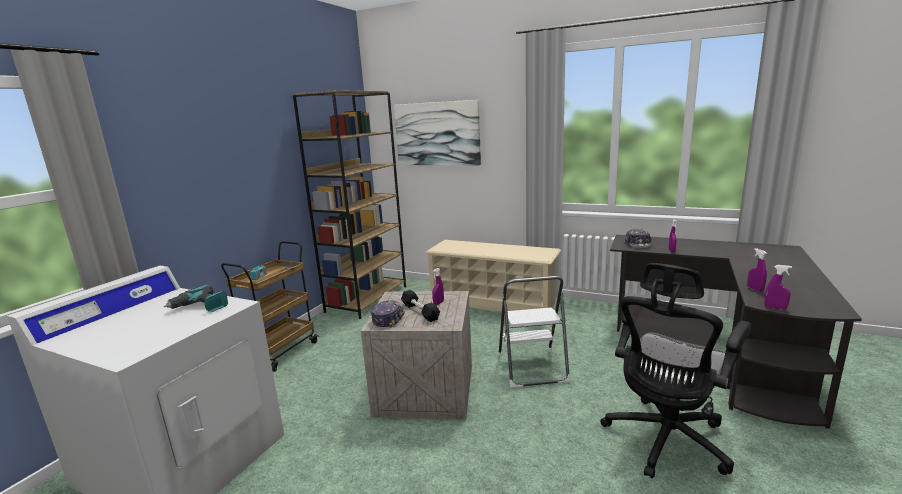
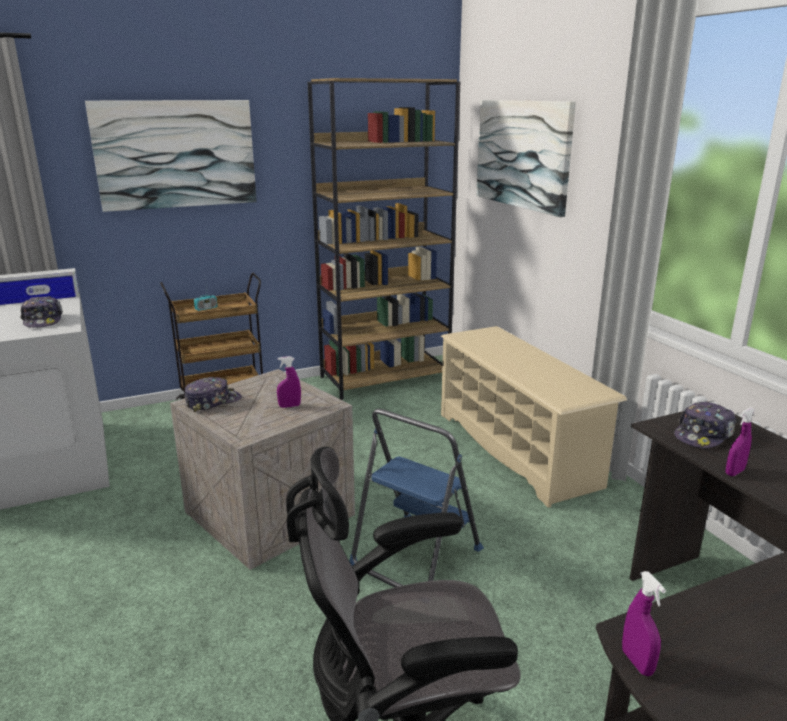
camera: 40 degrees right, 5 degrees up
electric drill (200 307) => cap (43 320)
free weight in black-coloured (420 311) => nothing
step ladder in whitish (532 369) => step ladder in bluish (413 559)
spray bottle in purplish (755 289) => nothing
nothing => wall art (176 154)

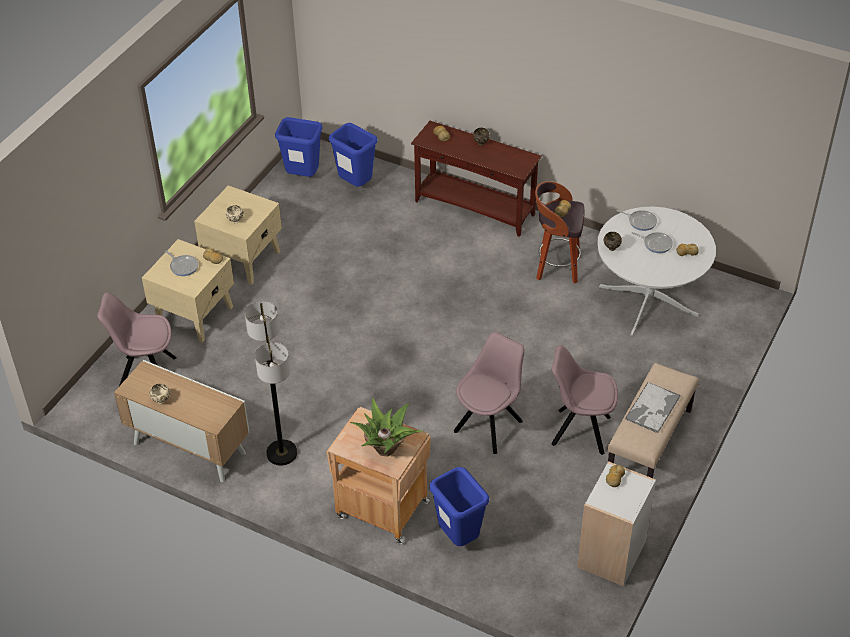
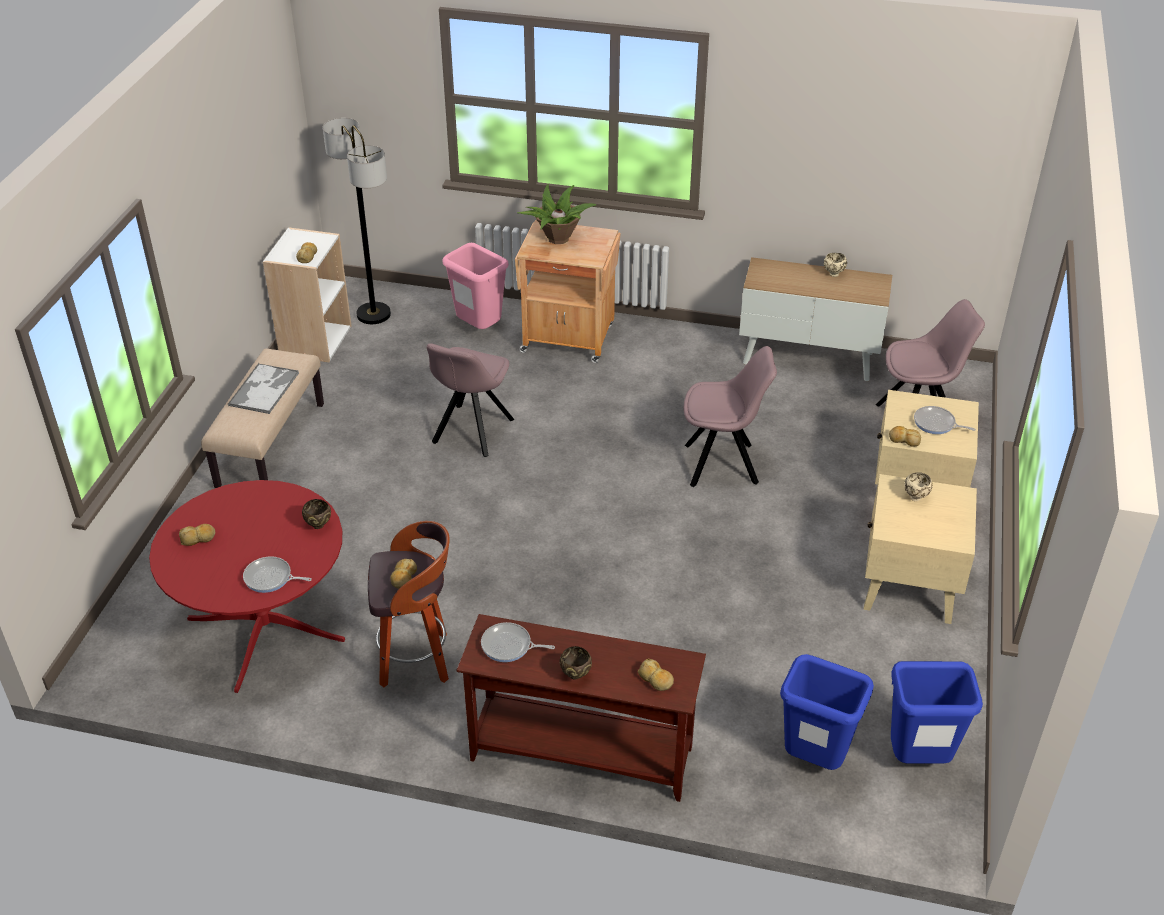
camera: 165 degrees right, 5 degrees down
floor lamp (281 453) => floor lamp (373 314), moved
waste bin in bluish (459 538) => waste bin in pink (479 329)
plain chair in pink (580 431) => plain chair in pink (722 465), moved
kitchen table in whitish (648 301) => kitchen table in reddish (265 629)
skillet (656 244) => skillet (509 646), moved

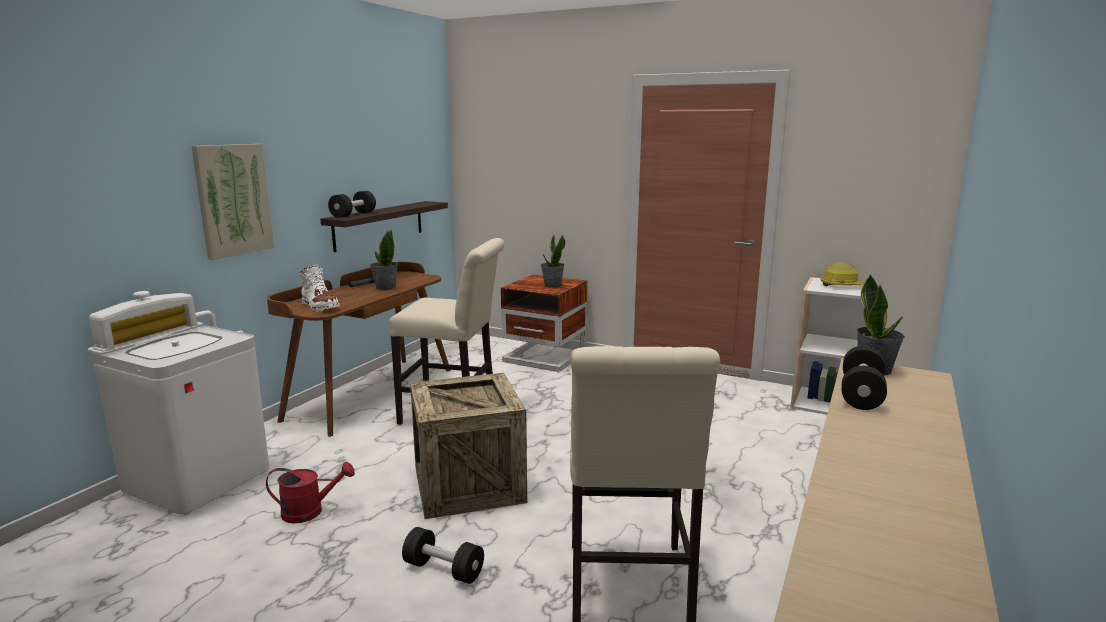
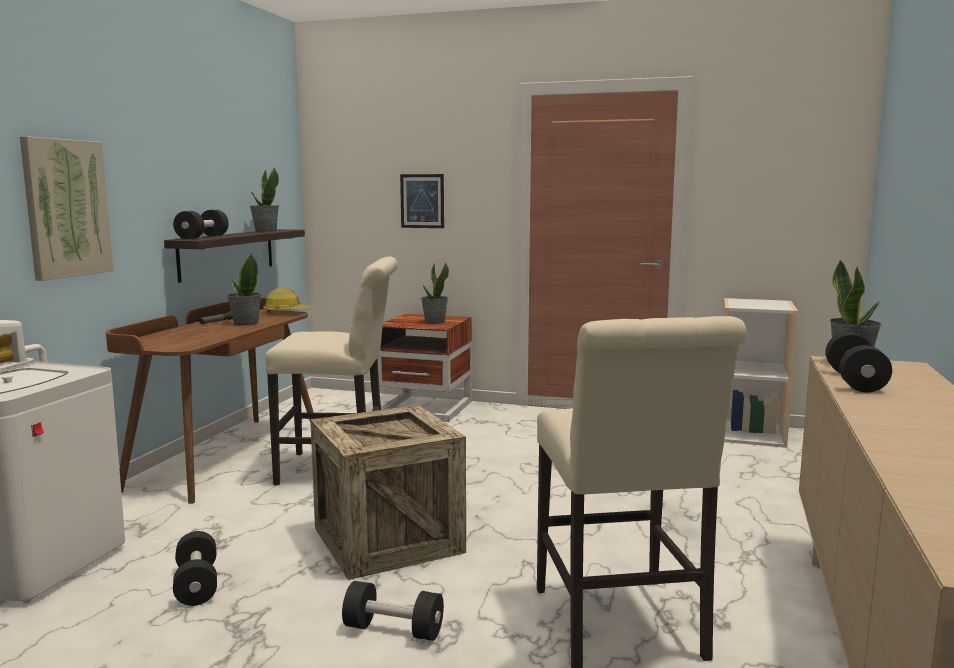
camera: 10 degrees left, 5 degrees down
sprinkling can in reddish (310 511) => free weight in black-coloured (197 585)
high-top boot in whitish (319 306) => nothing
work helmet (842 286) => work helmet (286 312), moved
nothing => houseplant (265 231)
nothing => wall art (422 201)

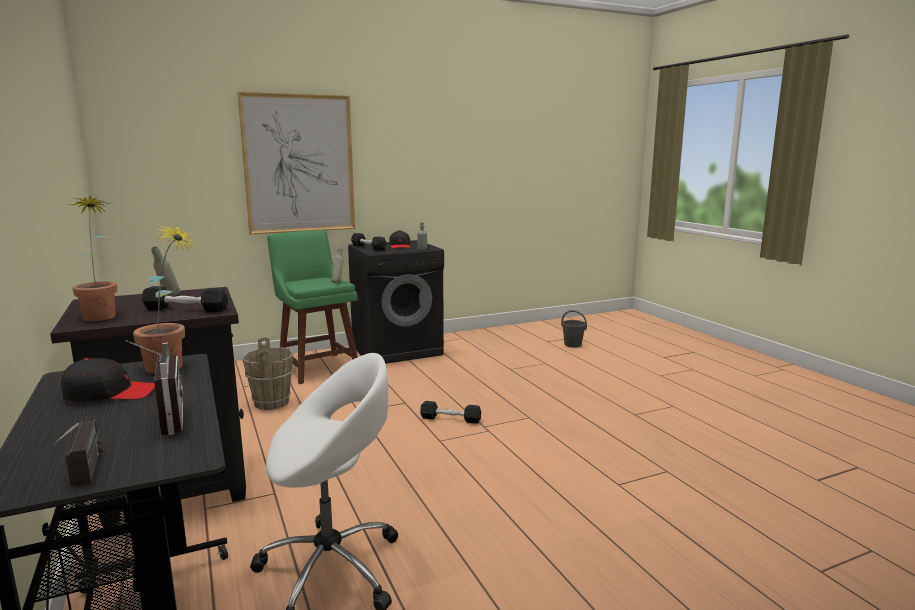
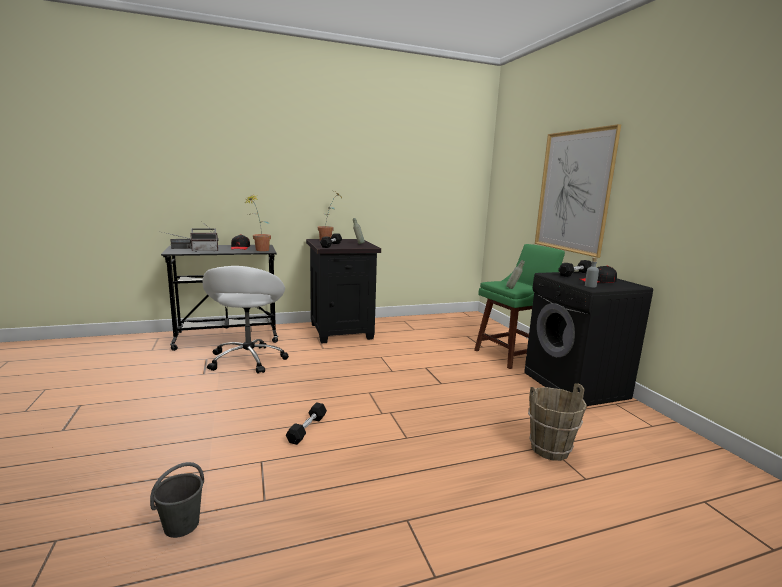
camera: 95 degrees right, 0 degrees up
bucket in brown-coloured (272 403) => bucket in brown-coloured (550 450), moved
free weight in black-coloured (450 419) => free weight in black-coloured (307 429), moved
bucket in gray (572 344) => bucket in gray (182 524), moved

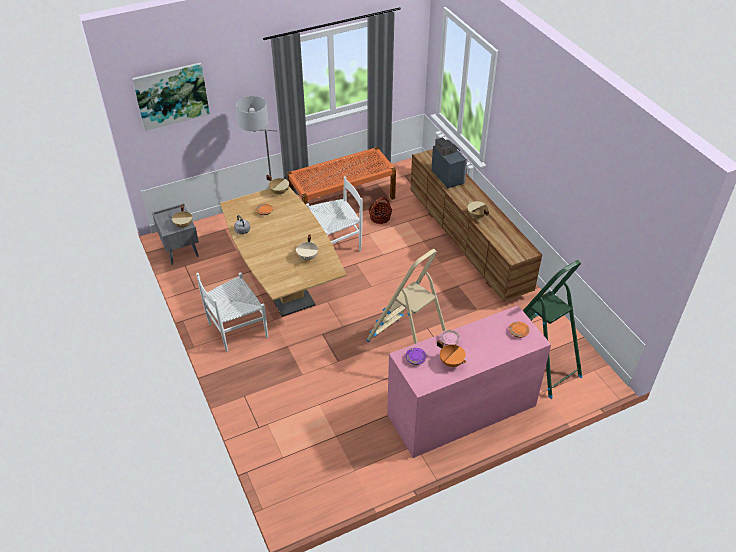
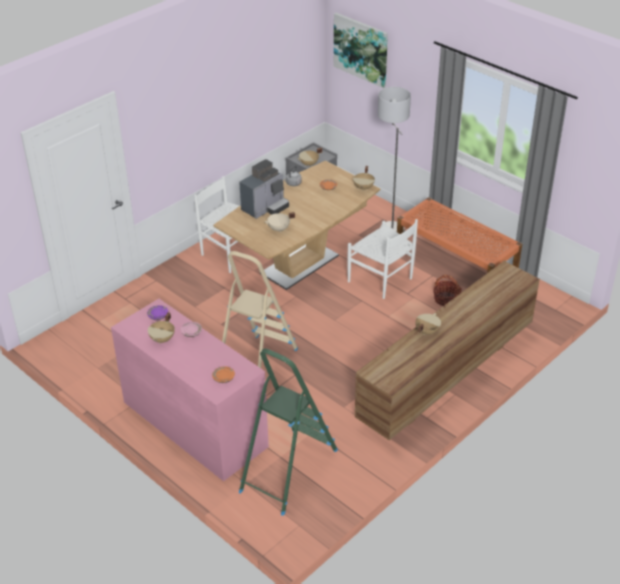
camera: 70 degrees right, 5 degrees down
coffee machine (449 176) => coffee machine (265 208), moved
stockpot in orange (451 362) => stockpot in sand-coloured (163 339)

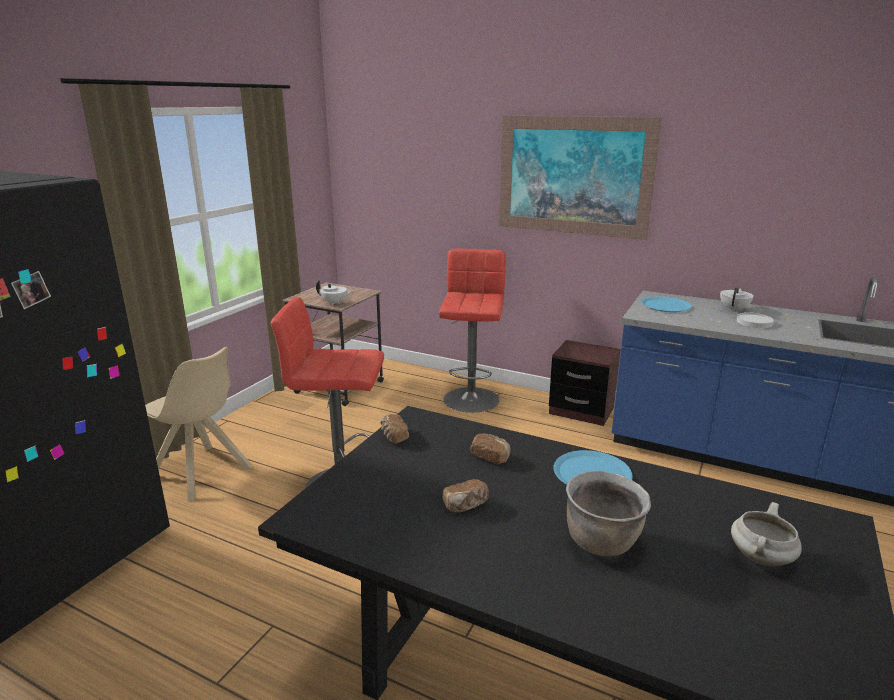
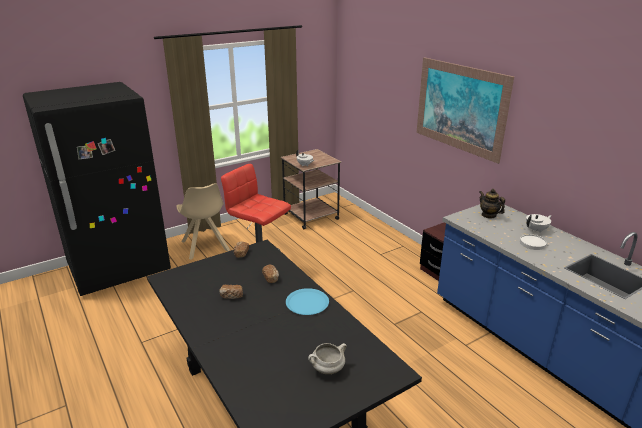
camera: 30 degrees right, 5 degrees up
sitting stool in reddish (472 399) => nothing
stockpot in brown-coloured (602 542) => nothing
dinner plate in bluish (665 305) => tea pot (489 215)

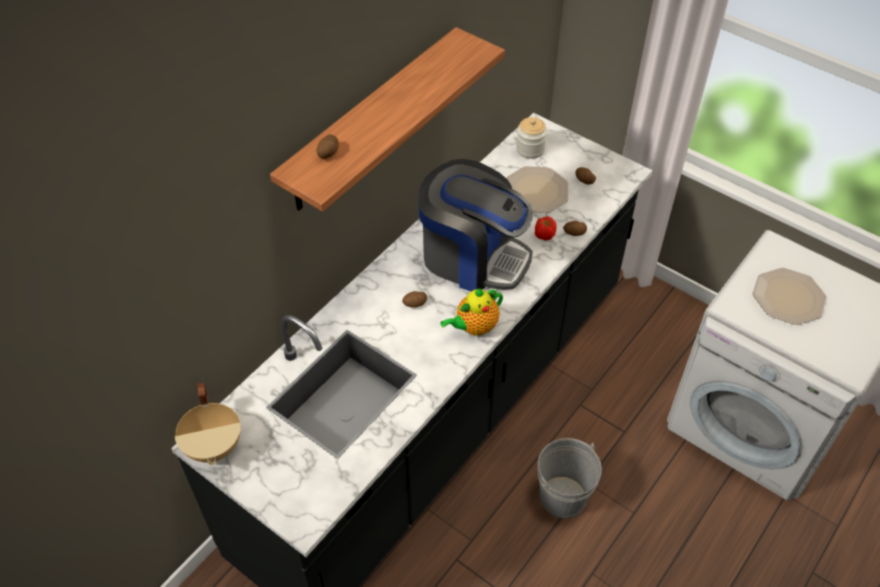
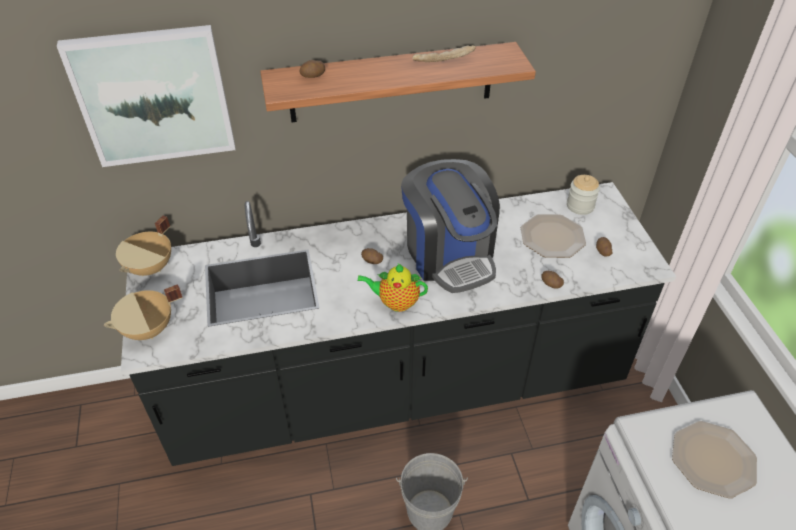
camera: 40 degrees right, 5 degrees down
tomato (544 235) => nothing
nothing => wall art (153 96)
nothing => stockpot in sand-coloured (149 330)
nothing => bakery bread (443 59)

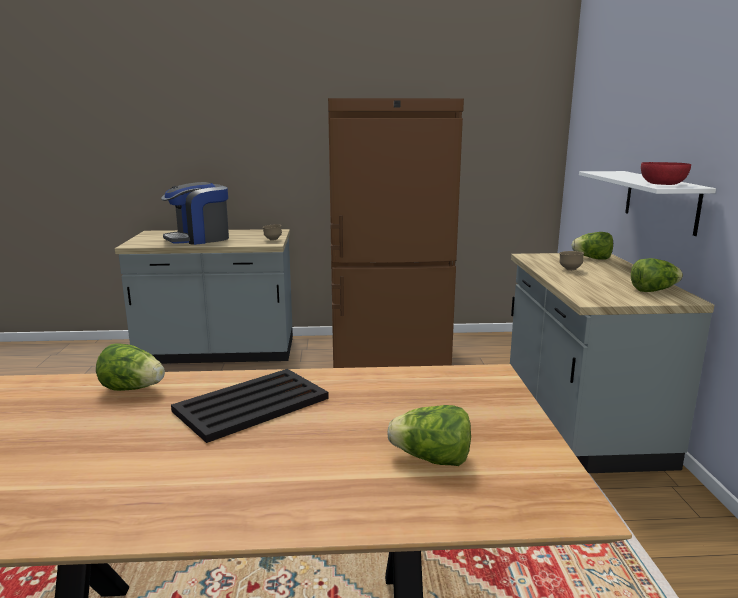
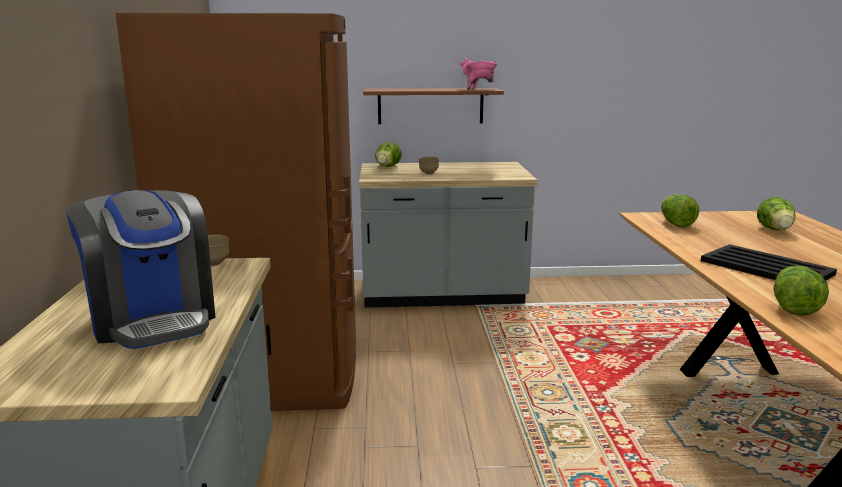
camera: 90 degrees left, 0 degrees up
wall shelf in whitish (661 201) => wall shelf in brown-coloured (430 106)
lettuce (653 290) => lettuce (675 224), moved
bowl in reddish (662 184) => stockpot in pink (478 89)

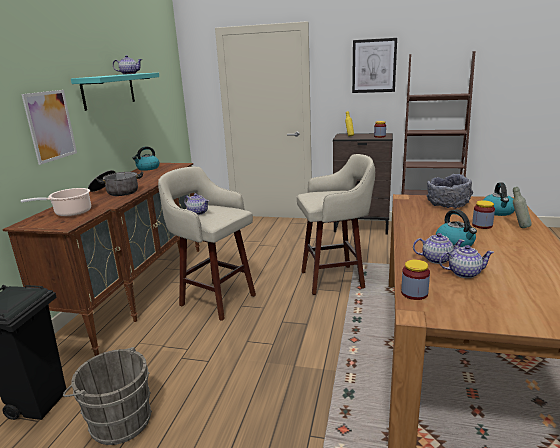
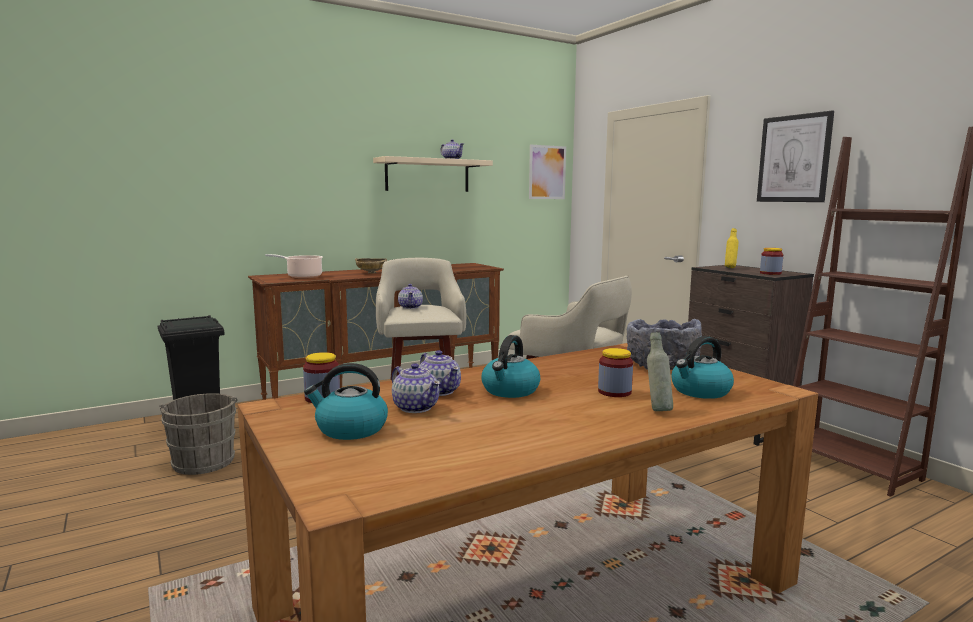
camera: 45 degrees right, 10 degrees down
wall art (50 126) => wall art (547 172), moved
wall shelf in blue-green (108 90) => wall shelf in sand-coloured (427 175)
stockpot (116 192) => bowl in sand-coloured (371 273)
tea kettle (147 168) => tea kettle (350 429), moved

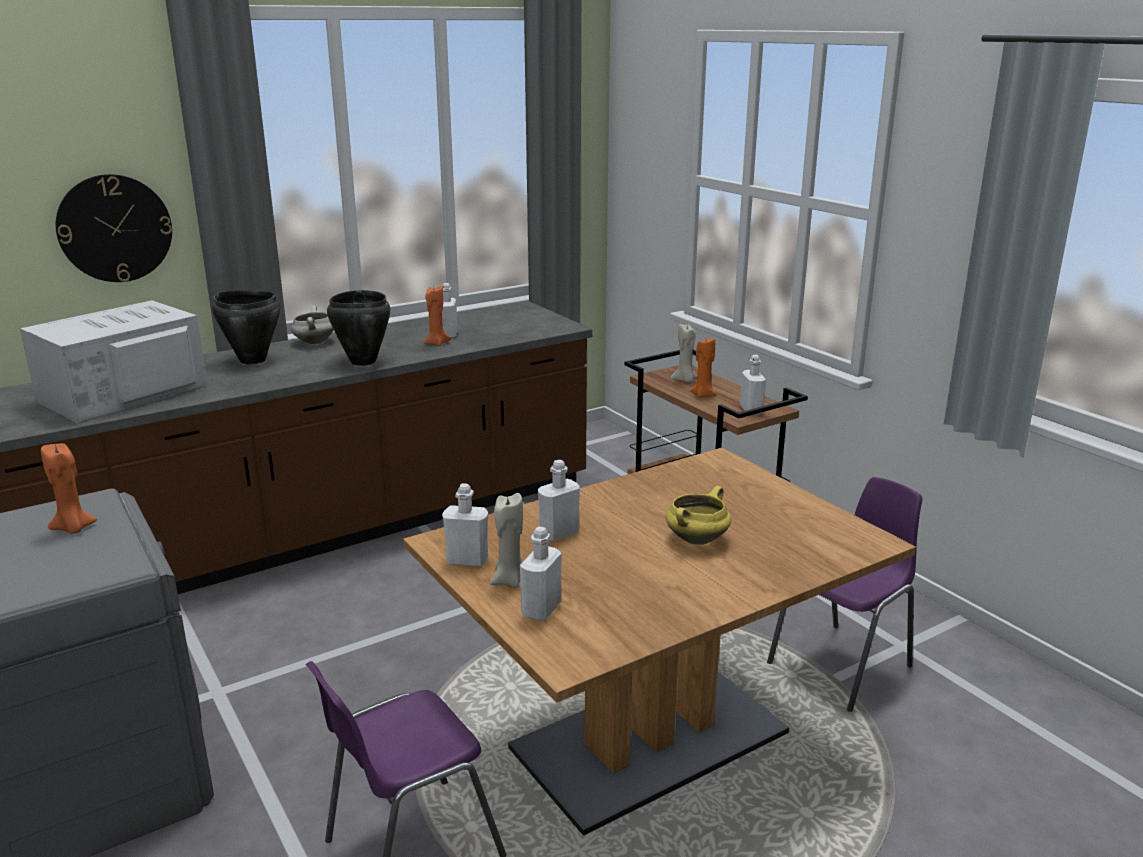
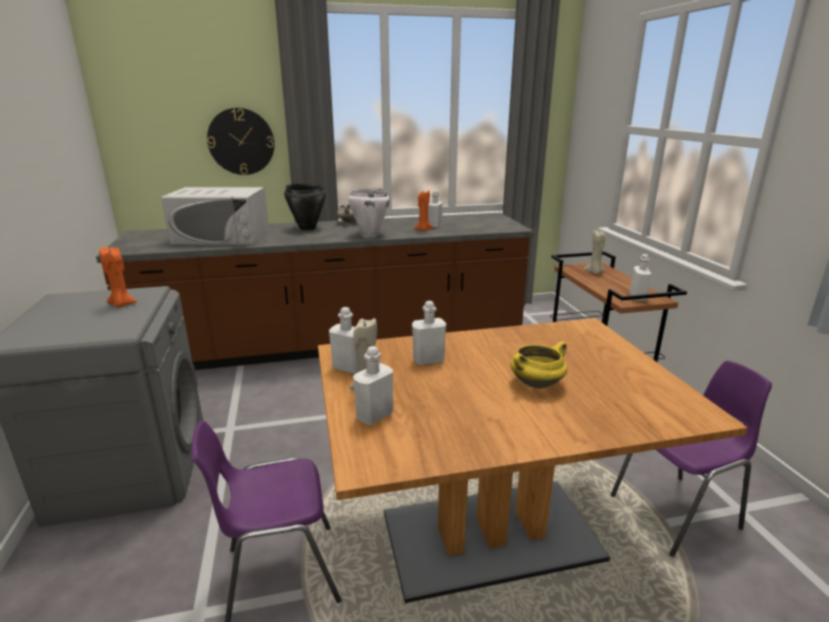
camera: 20 degrees right, 0 degrees up
kitchen microwave in whitish (123 394) => kitchen microwave in whitish (222 237), 150 degrees counterclockwise
stockpot in black-coloured (362 362) => stockpot in whitish (369 235)
wax light in orange (703 395) => nothing

